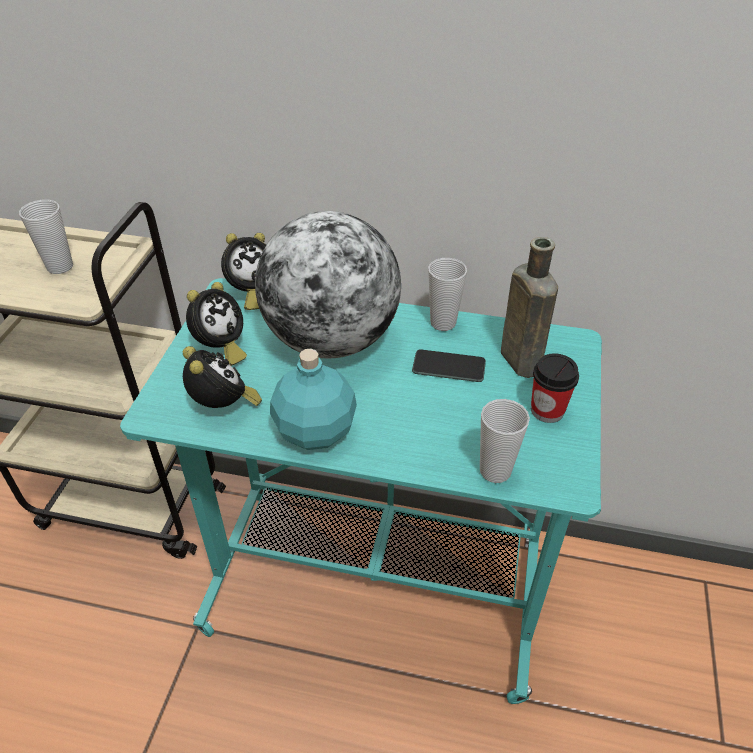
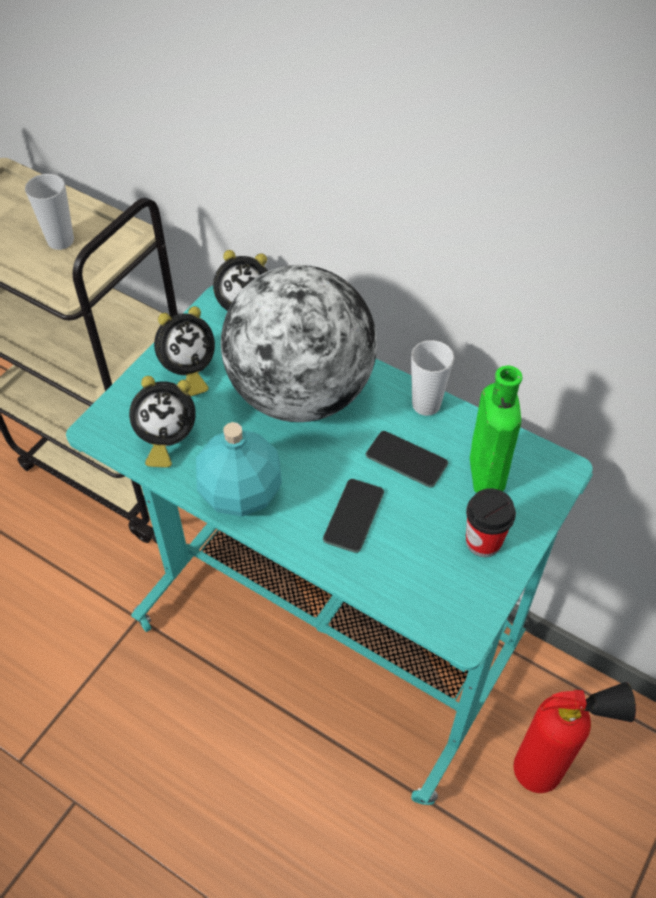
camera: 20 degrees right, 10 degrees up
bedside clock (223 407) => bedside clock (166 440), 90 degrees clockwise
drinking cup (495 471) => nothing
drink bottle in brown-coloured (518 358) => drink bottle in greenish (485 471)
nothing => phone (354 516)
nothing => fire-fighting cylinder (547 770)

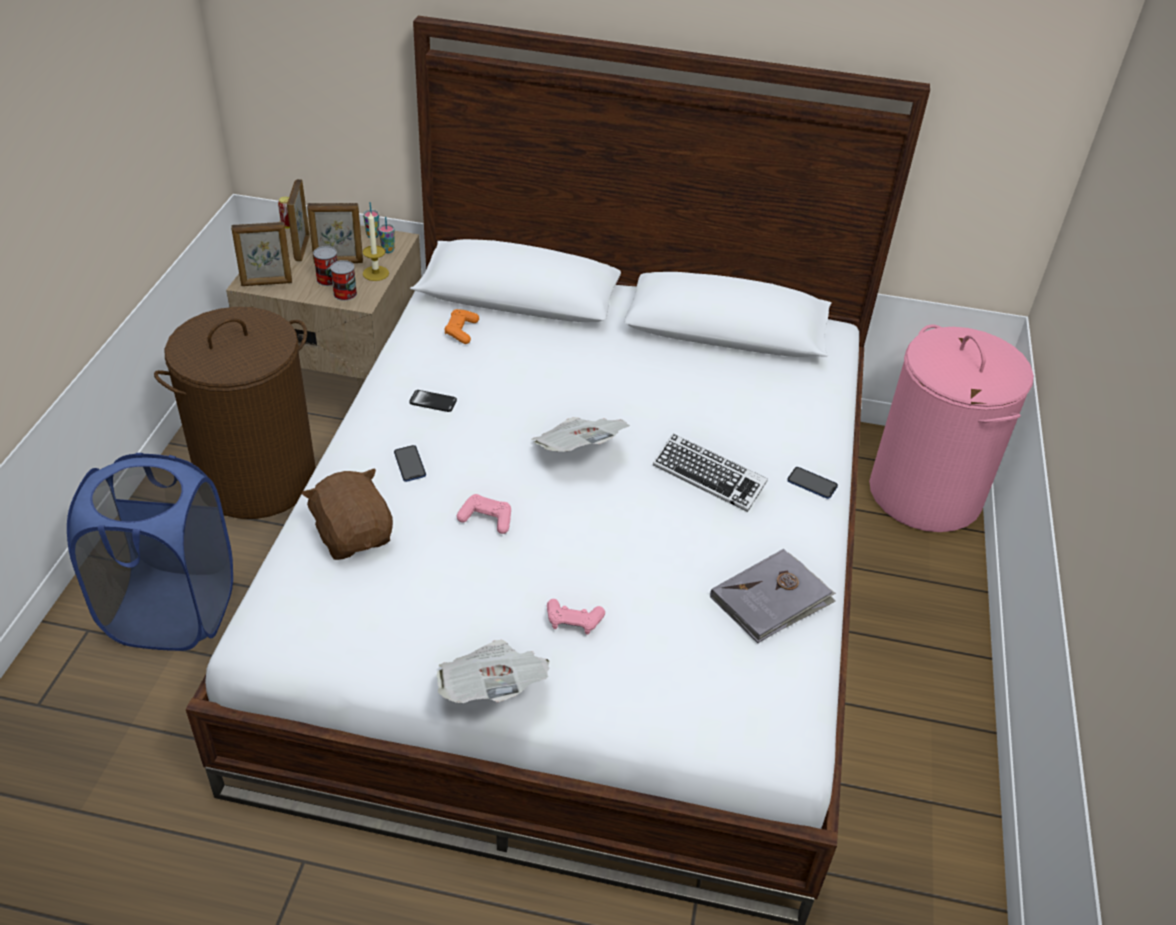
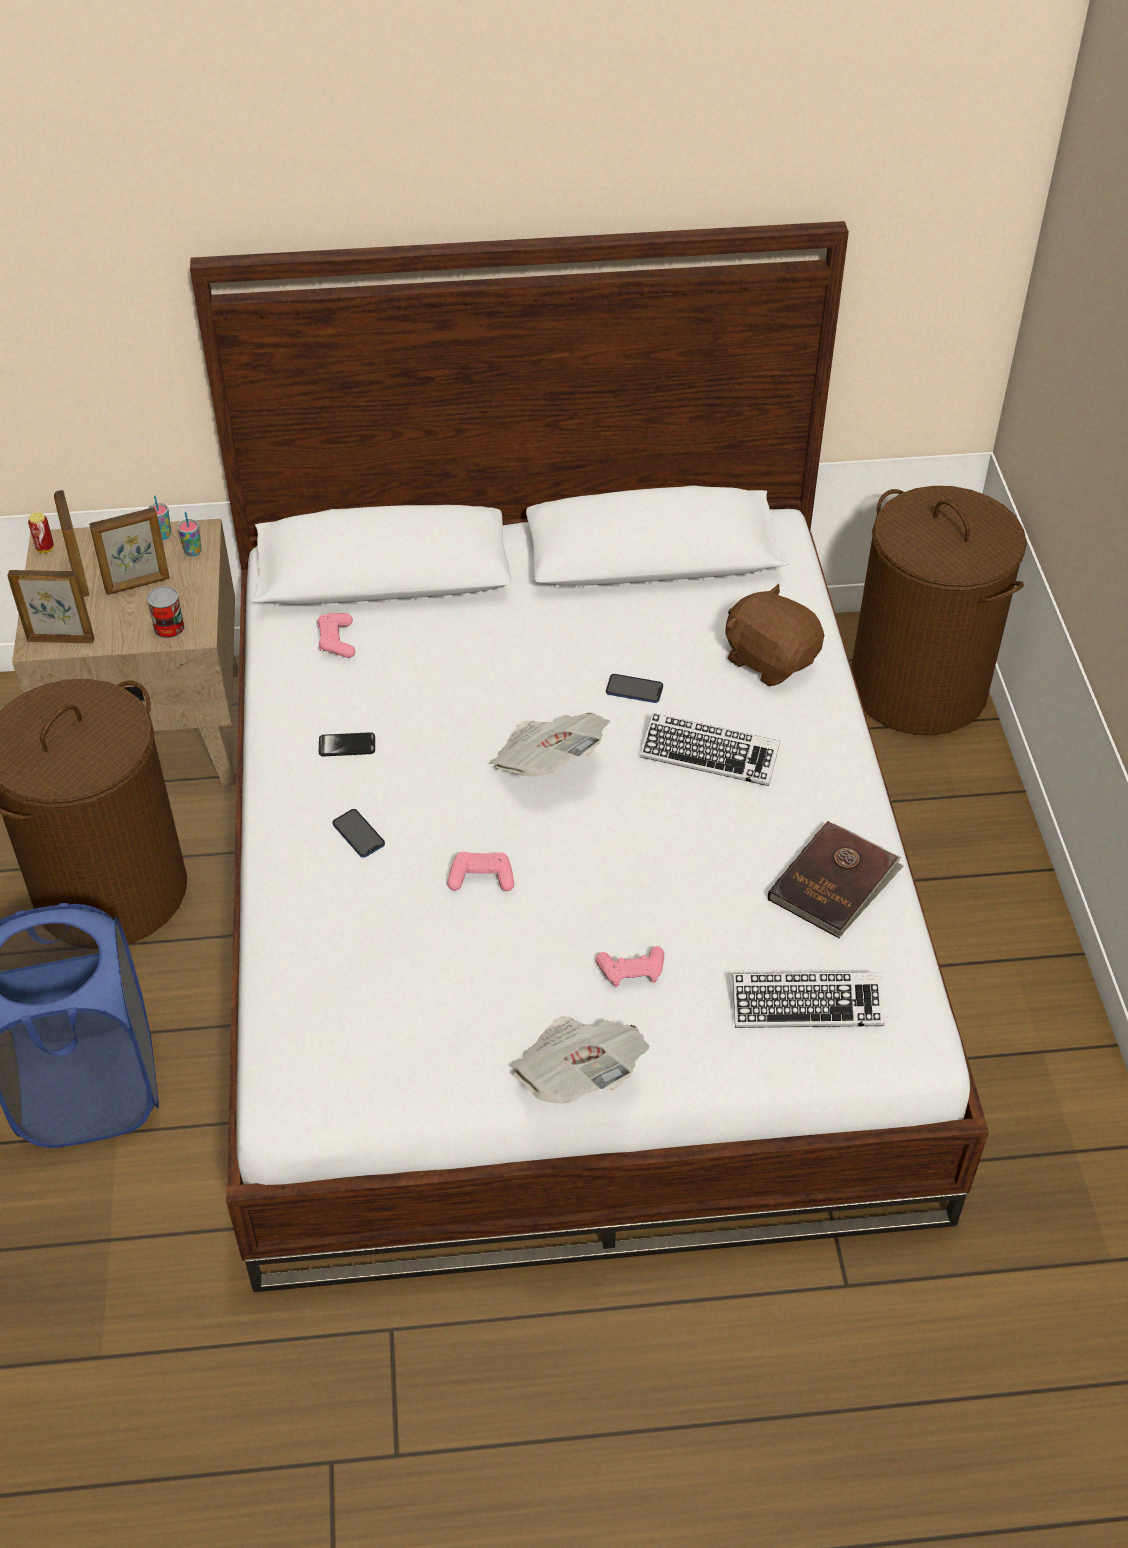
camera: 15 degrees left, 5 degrees up
standing frame (267 283) => standing frame (61 639), 150 degrees counterclockwise
soft toy in brown-coloured (354 535) => soft toy in brown-coloured (770 659), moved
can (328 279) => nothing
wax light (375 273) => nothing
joypad in orange (461 331) => joypad in pink (336 641)
book in gray (772 599) => book in brown-coloured (835 883)
phone (812 484) => phone (634 690), moved
washing basket in pink (925 493) => washing basket in brown-coloured (919 688)
nothing => computer keyboard (806 1005)

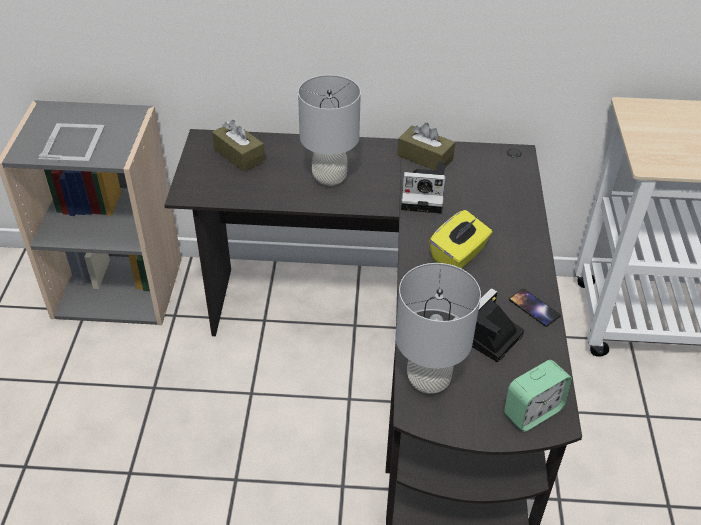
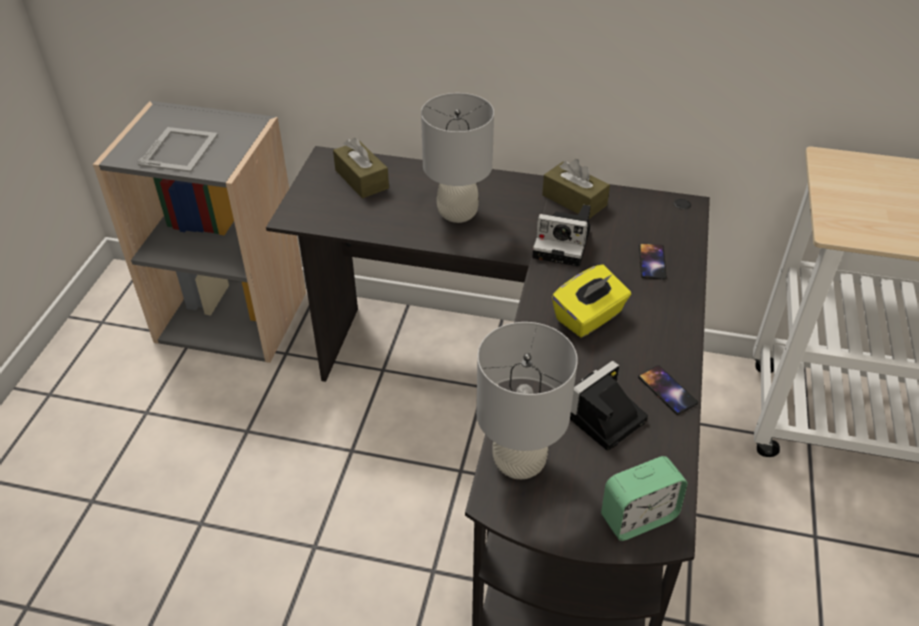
camera: 10 degrees right, 0 degrees up
nothing => phone (652 262)

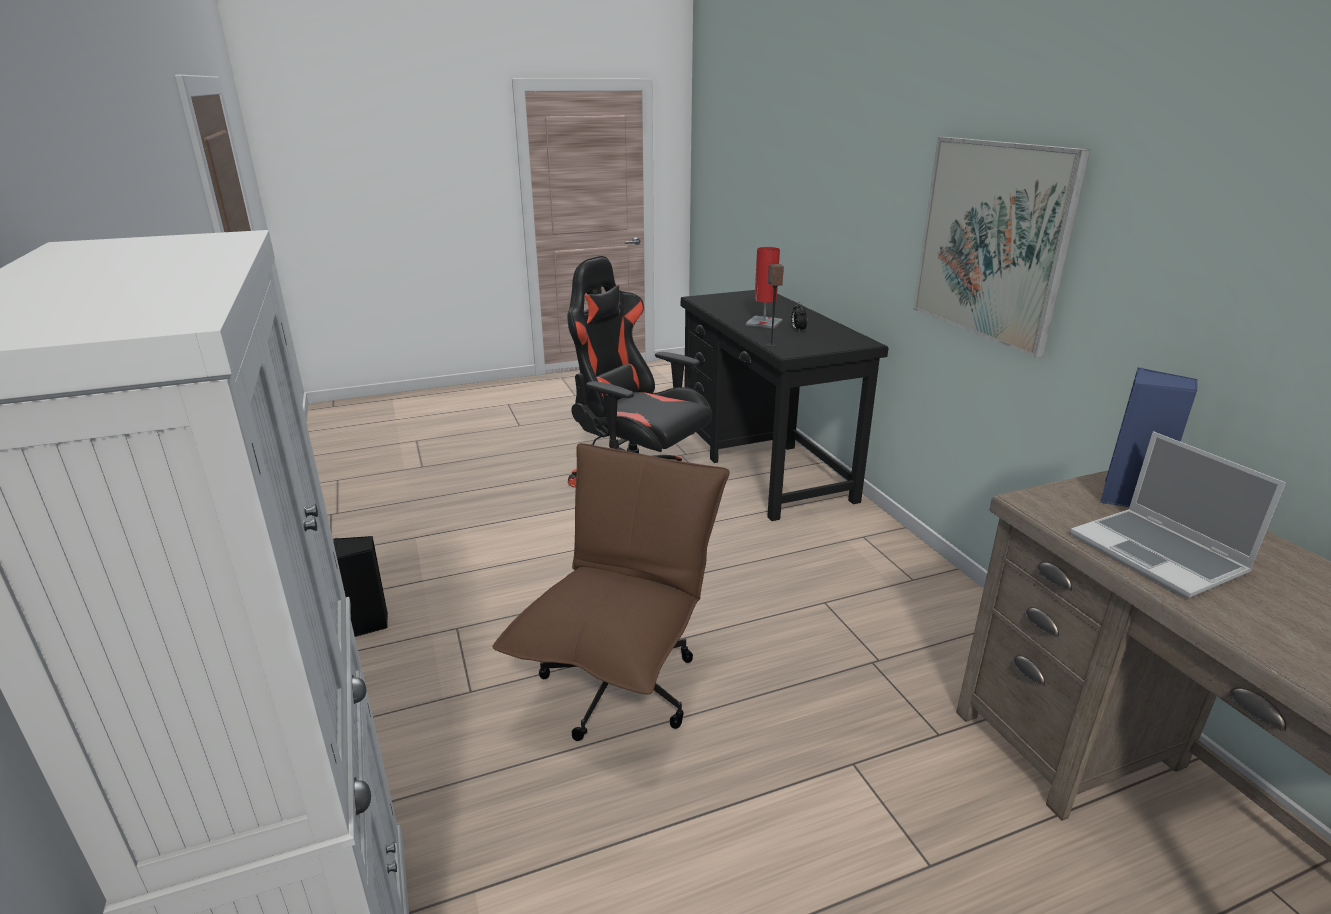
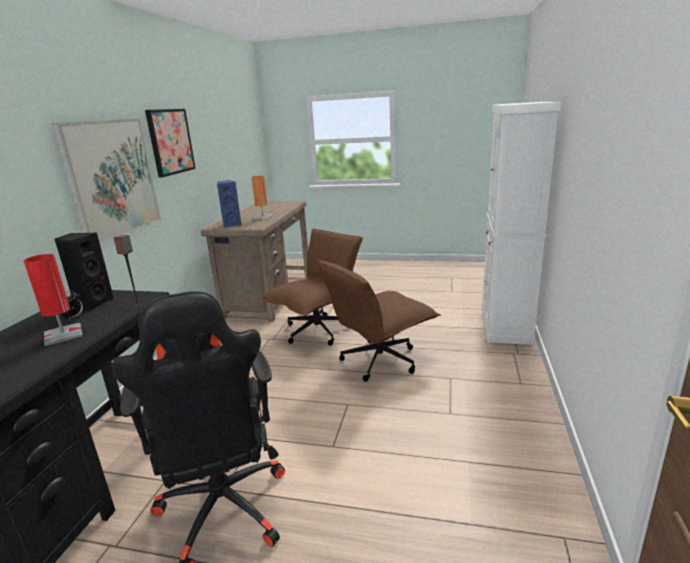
camera: 145 degrees left, 5 degrees down
audio speaker in black-coloured (368 624) => audio speaker in black-coloured (93 303), moved
portable computer (1159 555) => table lamp in orange (262 217)
nothing => wall art (170 142)
nothing => desk chair in brown-coloured (316 331)

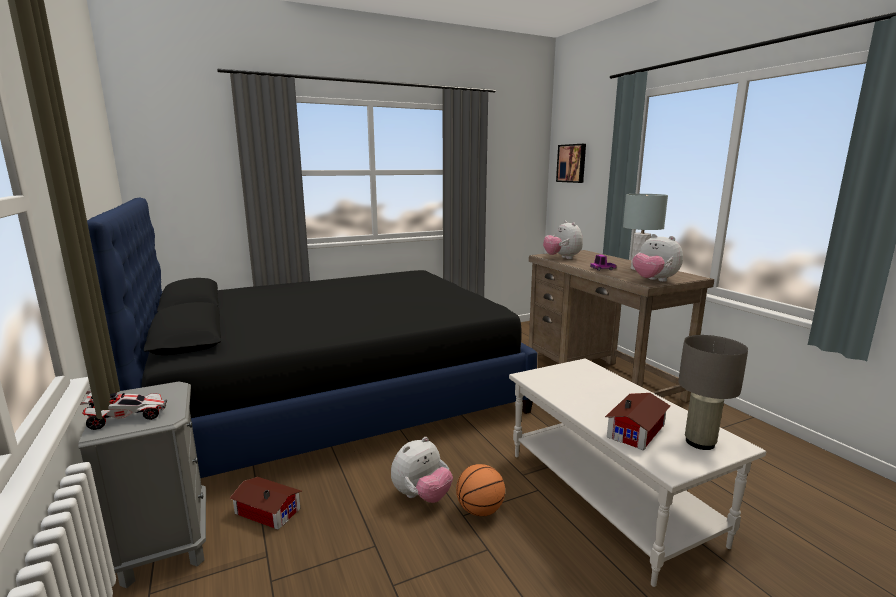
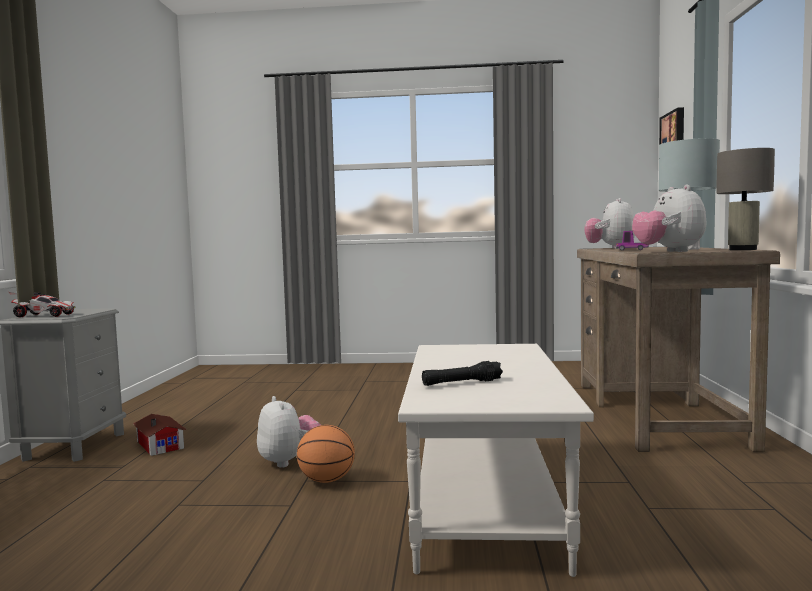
camera: 30 degrees right, 10 degrees down
bed in black-coloured (334 397) => nothing
soft toy (421 496) => soft toy (289 461), 105 degrees counterclockwise
miniature house (638 430) => hand torch in black-coloured (462 383)
table lamp in gray (700 442) => table lamp in gray (743 249), moved

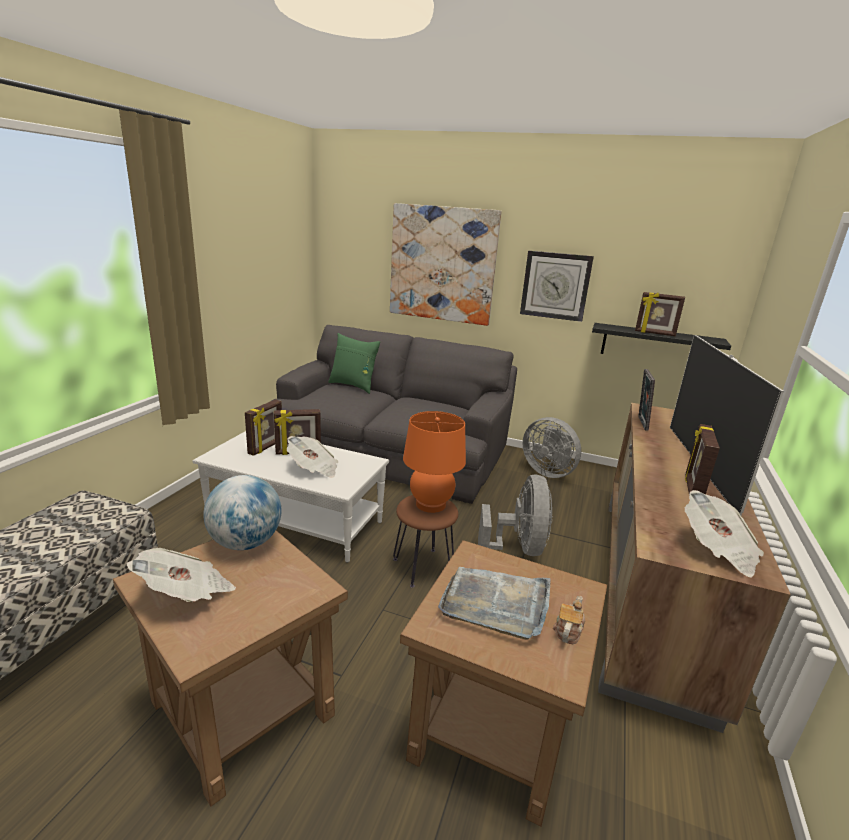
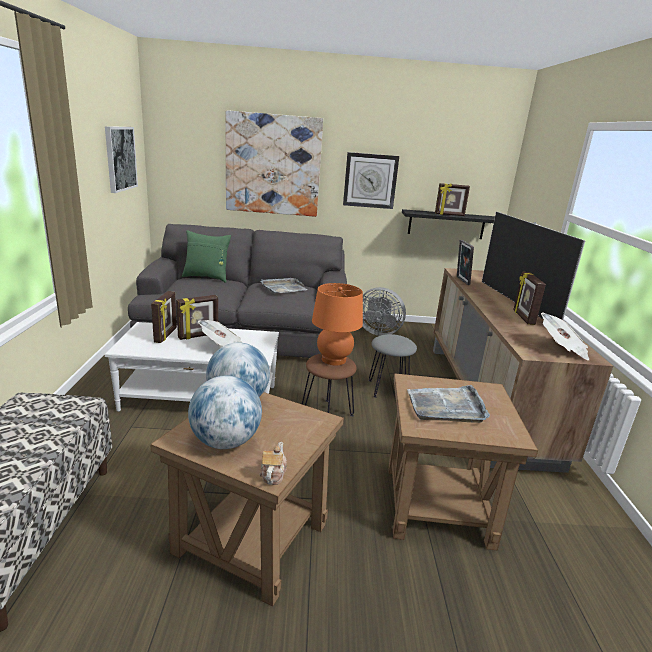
camera: 20 degrees left, 0 degrees up
daily paper (187 594) => globe (225 442)
cooling fan in gray (518 549) => sitting stool in gray (387 389)
tea pot (568 630) => tea pot (273 474), moved
nothing => wall art (120 158)
nothing => tray in gray (283 288)

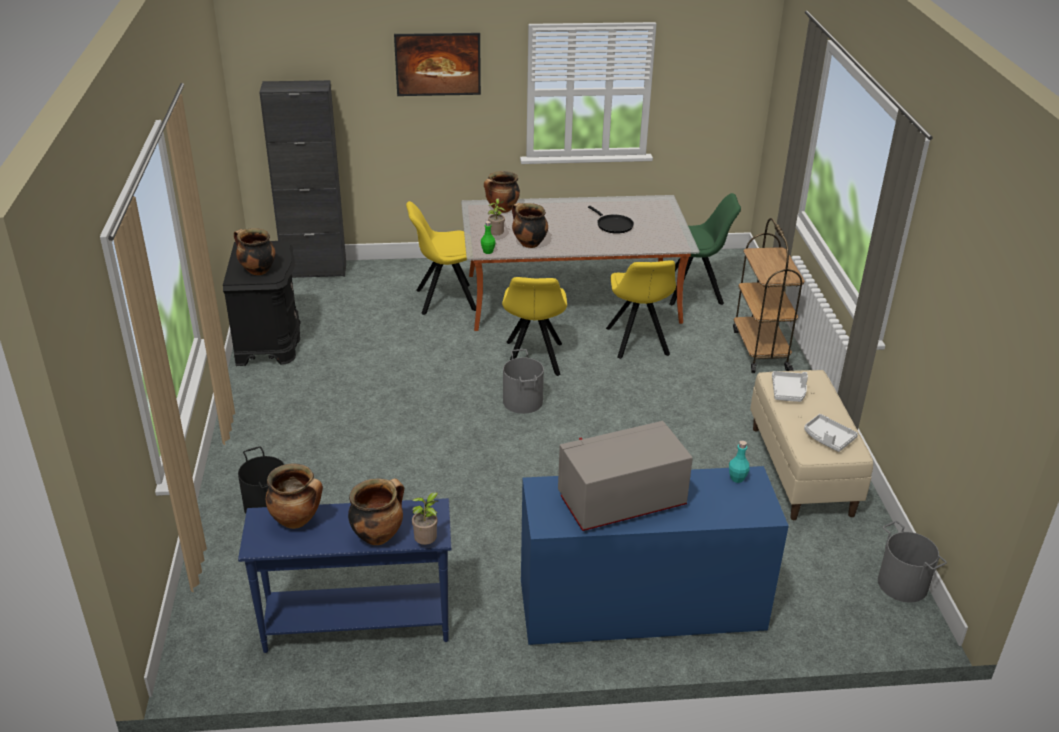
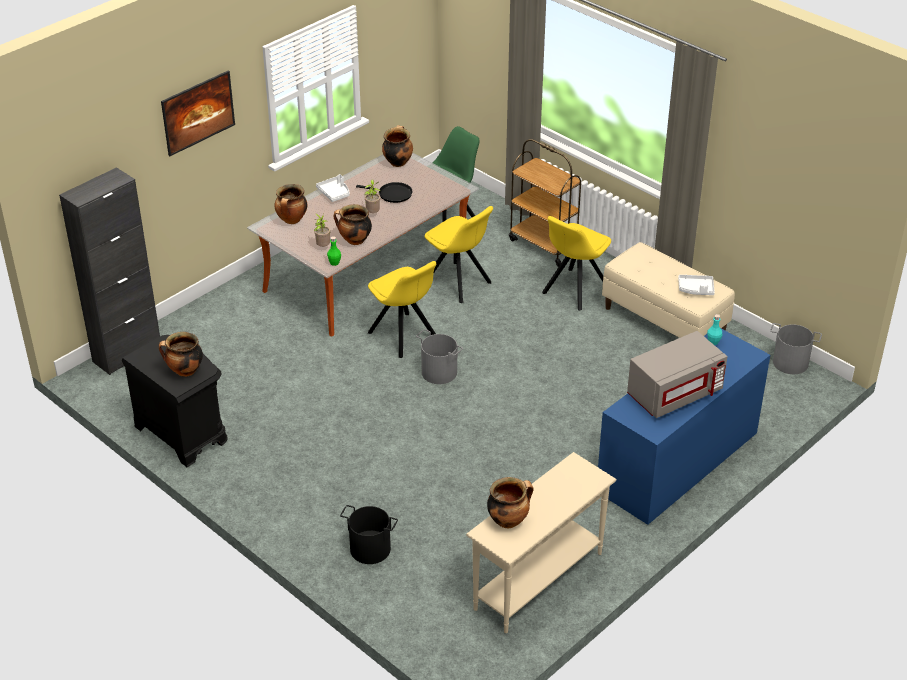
camera: 40 degrees left, 5 degrees up
narrow table in bluish (356 628) => narrow table in sand-coloured (539 582)
stockpot (378 535) => stockpot (397 162), moved
plain chair in yellowish (445 300) => plain chair in yellowish (575 290), moved
houseplant (427 543) => houseplant (373 213), moved
kitchen microwave in gray (621 502) => kitchen microwave in gray (674 393), 150 degrees counterclockwise
tray in whitish (788 392) => tray in whitish (334 193), moved

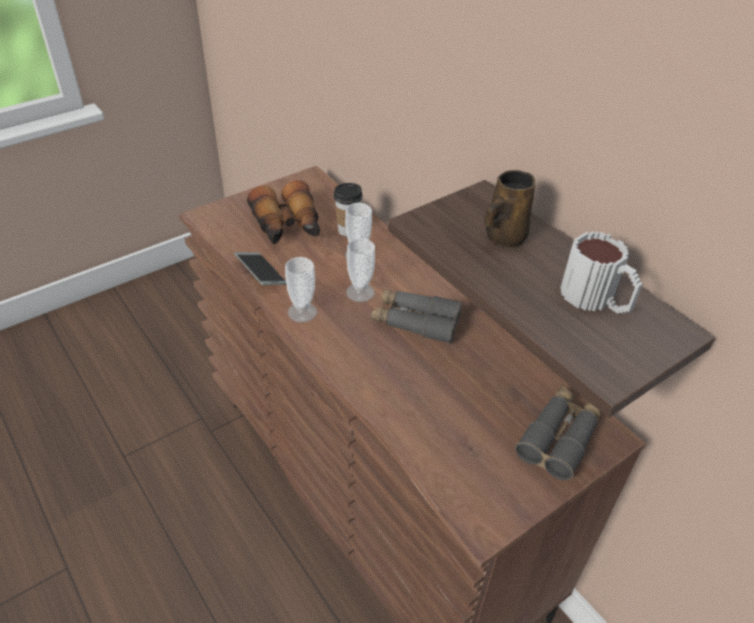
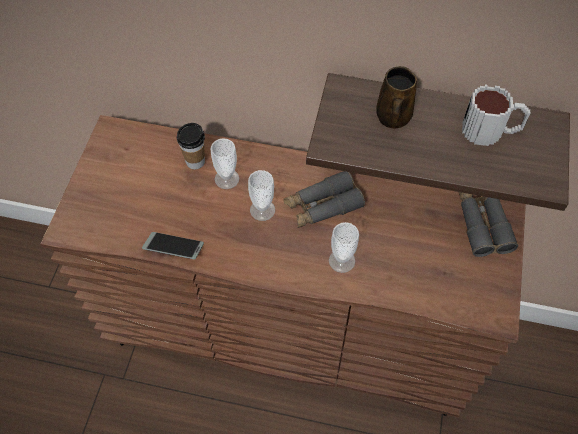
camera: 40 degrees left, 15 degrees up
pair of binoculars (287 226) => nothing
drinking cup (302 312) => drinking cup (342 261), moved

